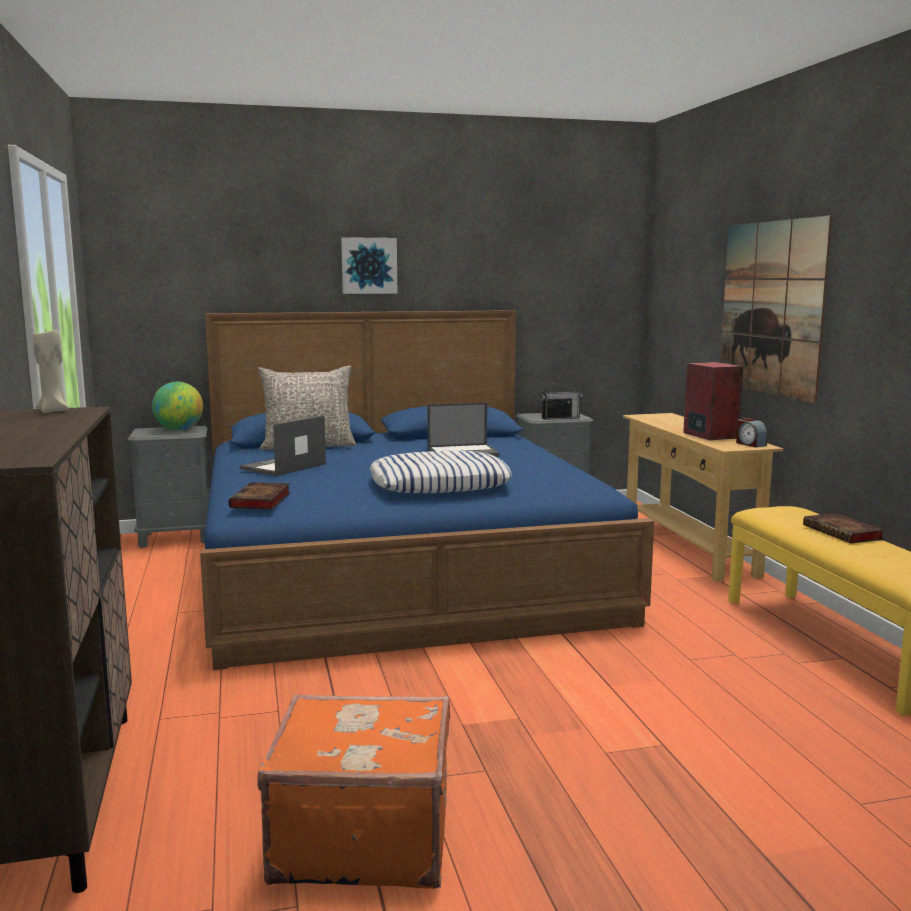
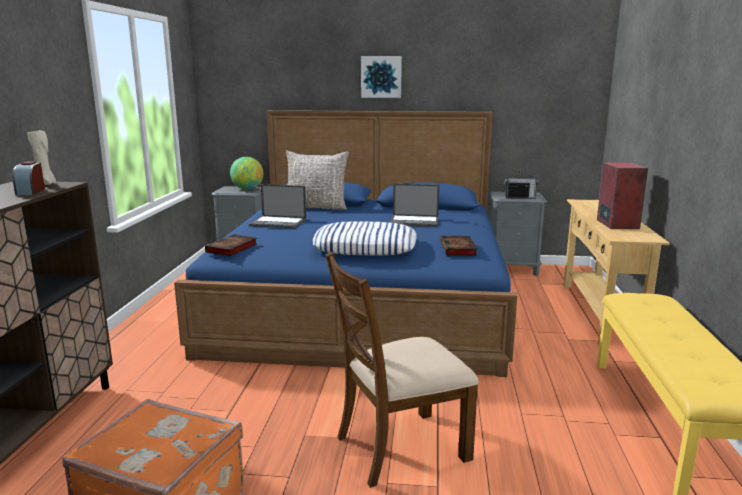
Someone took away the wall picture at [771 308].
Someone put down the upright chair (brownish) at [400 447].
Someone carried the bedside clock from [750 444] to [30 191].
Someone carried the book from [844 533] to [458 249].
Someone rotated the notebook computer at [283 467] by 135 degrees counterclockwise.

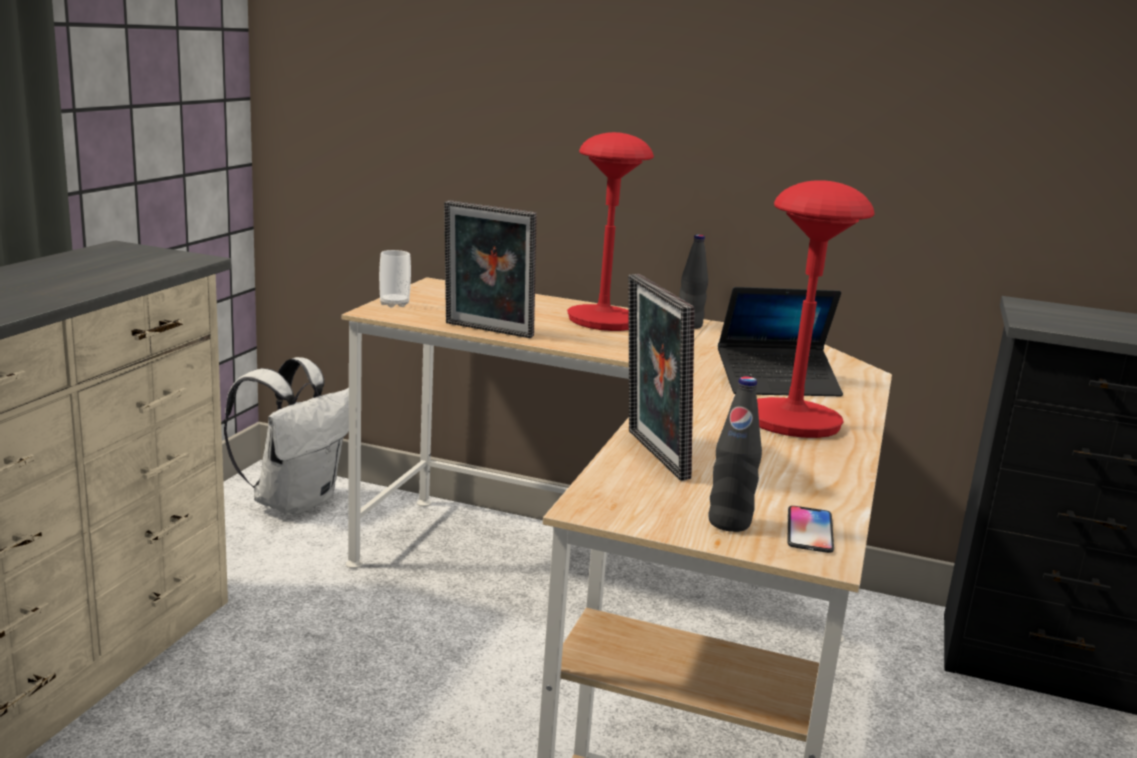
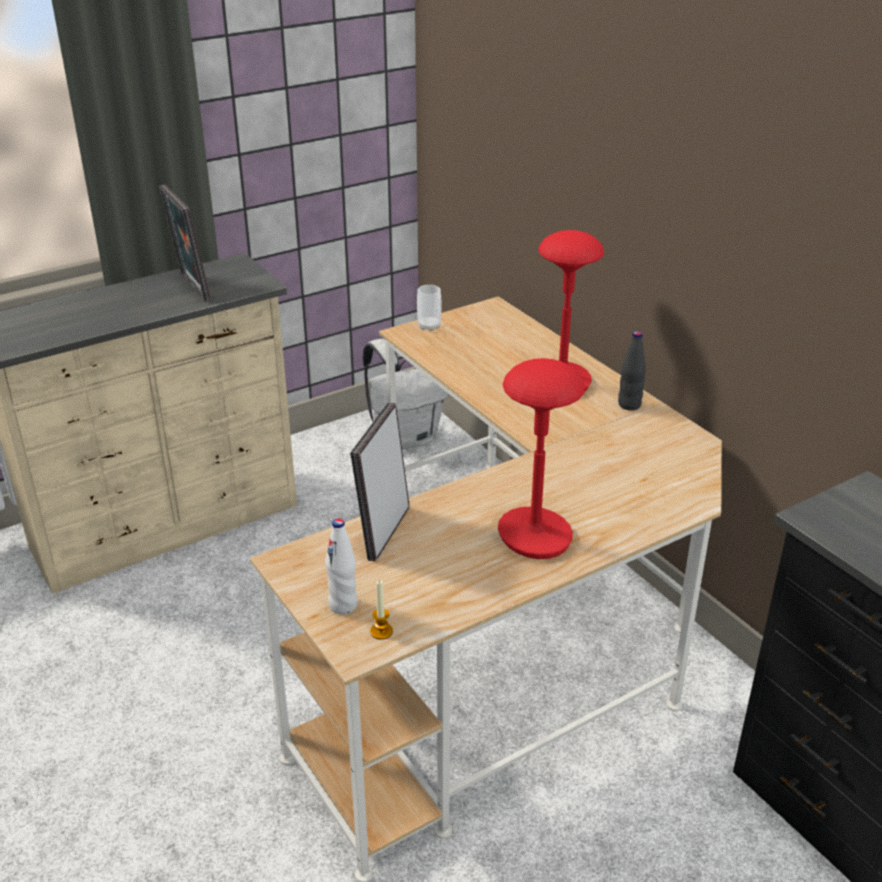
Someone took away the notebook computer at [777 383].
Someone carried the photo frame from [486 331] to [191 288].
Someone swapped the handset at [809 531] for the wax candle at [381 631].
Someone repainted the drink bottle (black-coloured) at [729 523], which became the drink bottle (white) at [343 605].

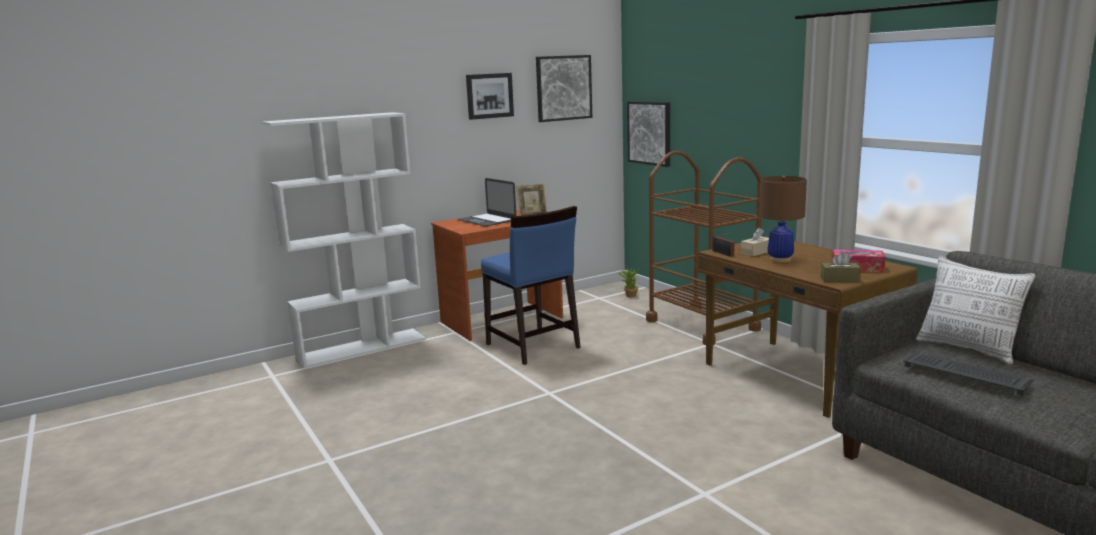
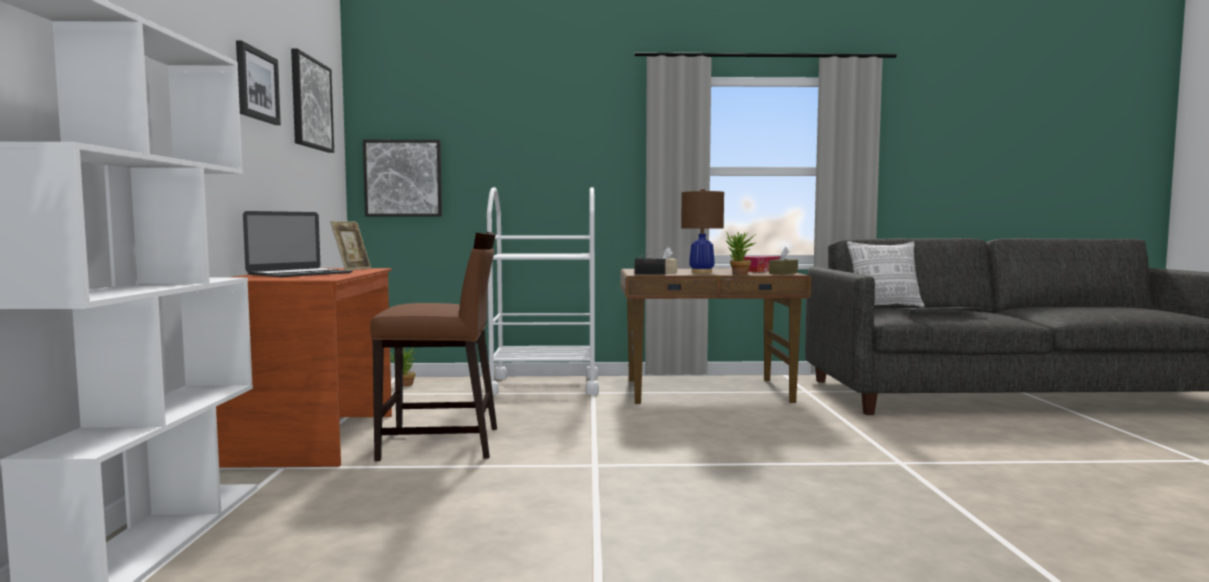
Someone put down the plant in a pot at [739 274].
Someone repainted the upright chair (bluish) at [532 346], which became the upright chair (brownish) at [441 444].
Someone repainted the trolley (brownish) at [702 325], which became the trolley (white) at [544 385].
Someone rotated the notebook computer at [487 220] by 45 degrees counterclockwise.

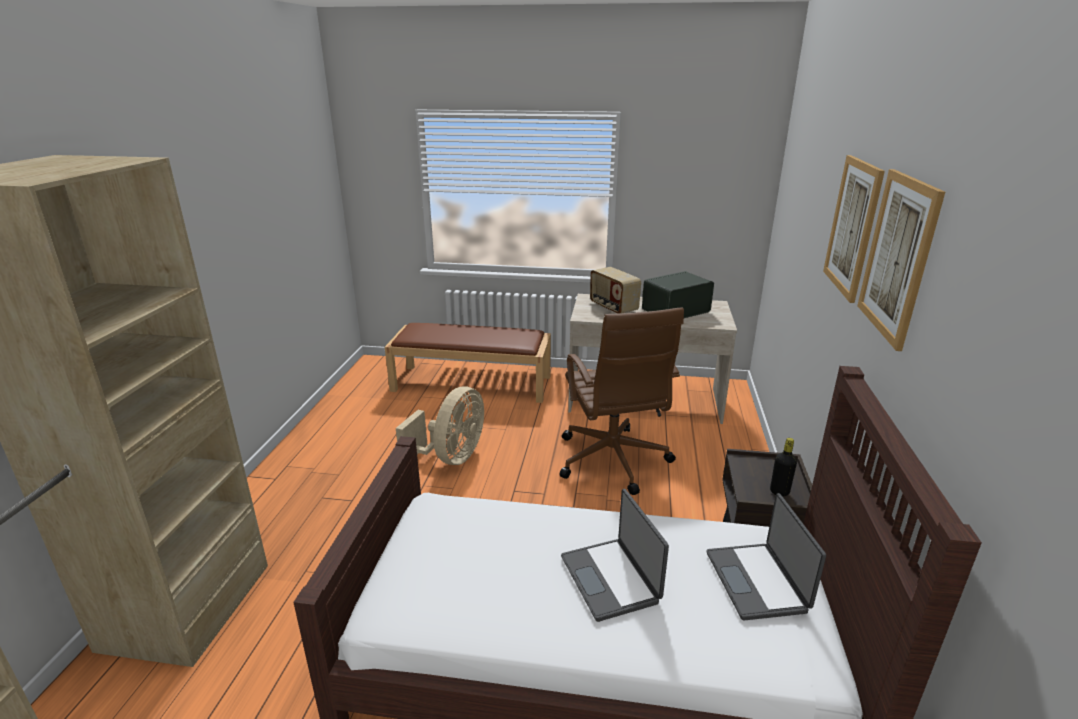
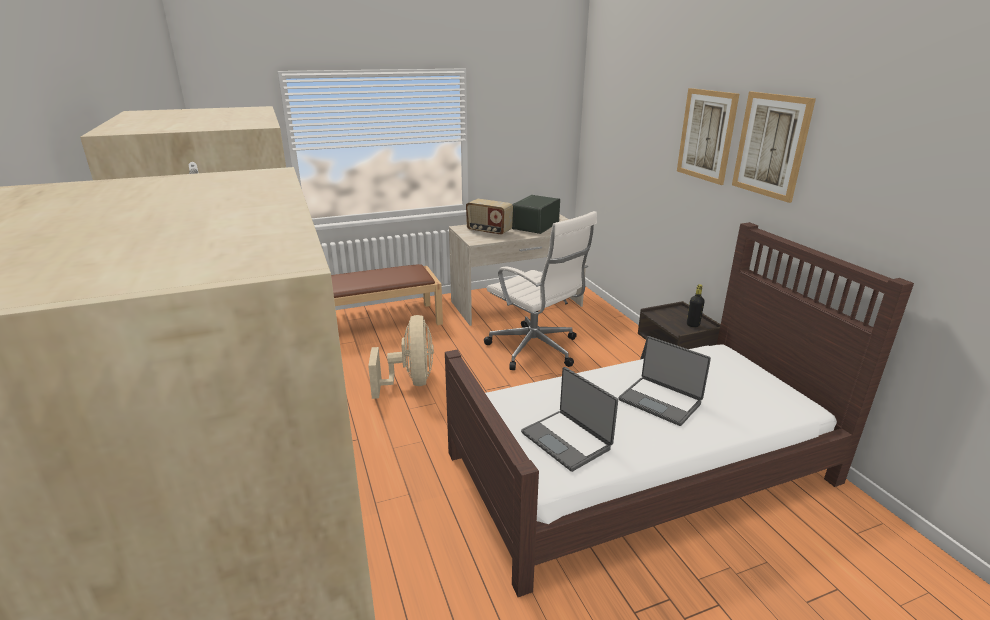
Someone carried the notebook computer from [758 582] to [567 440].
Someone repainted the office chair (brownish) at [613 462], which became the office chair (white) at [535 350].

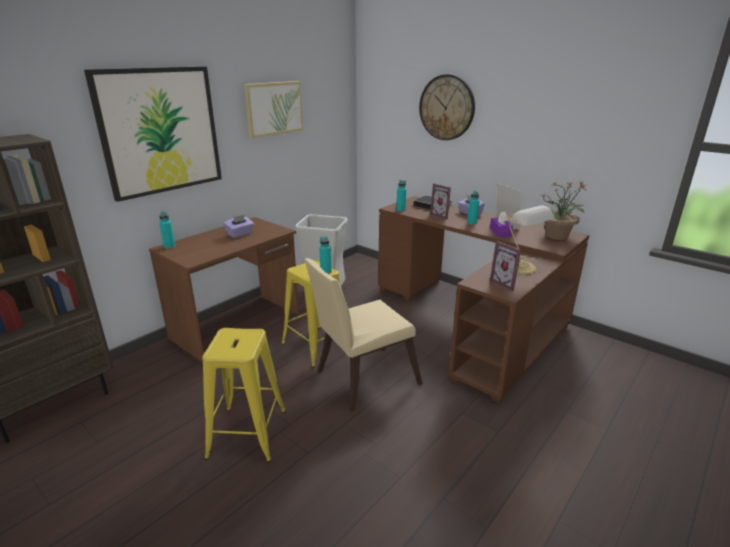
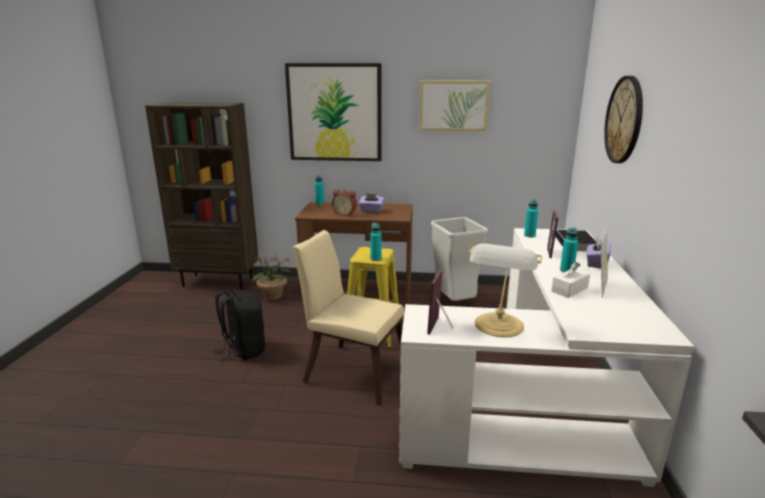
Someone put down the bedside clock at [345 214].
Someone carried the plant in a pot from [557 236] to [273 296].
Someone swapped the stool (yellowish) at [247 433] for the rucksack (black-coloured) at [243 350].
Someone repainted the desk (brownish) at [474 320], which became the desk (white) at [541 401].
Someone repainted the tissue holder (purple) at [500 232], which became the tissue holder (white) at [569 290].

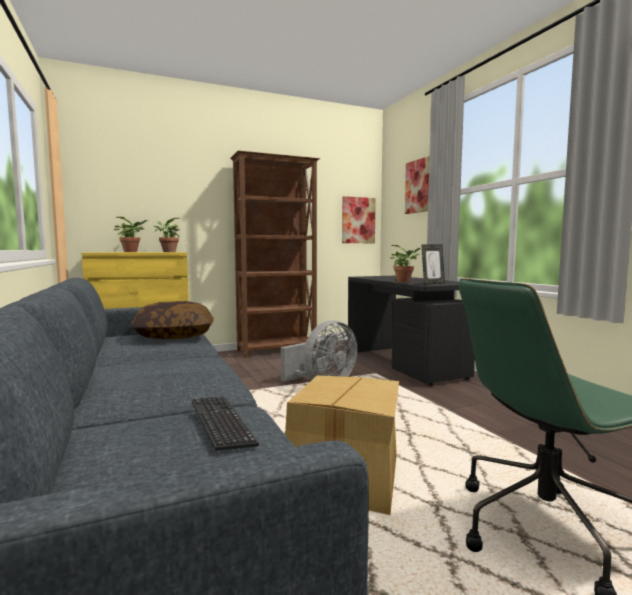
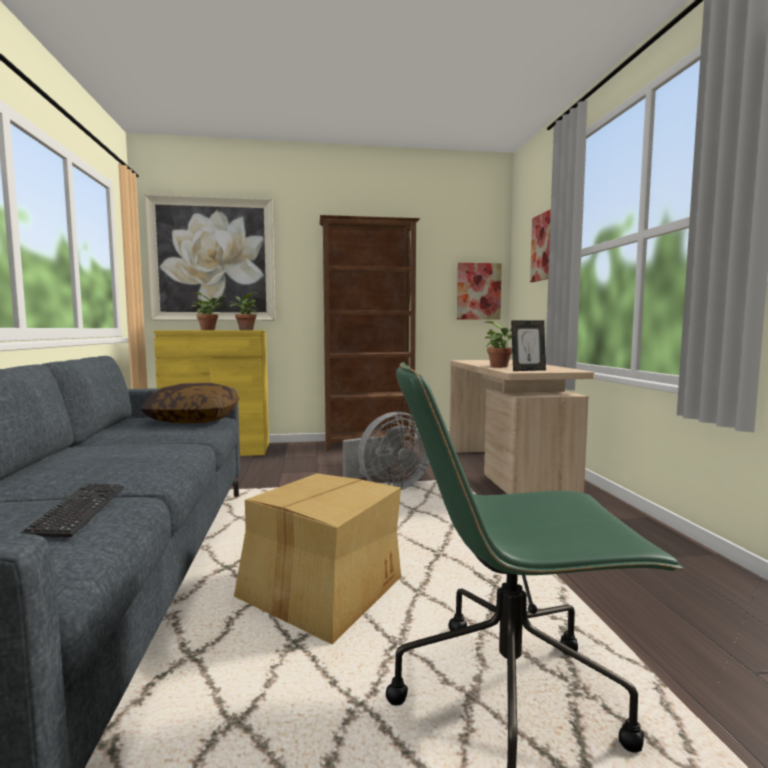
Someone put up the wall picture at [212 260].
Someone repainted the desk (black-coloured) at [405 364], which became the desk (sand-coloured) at [509 471].

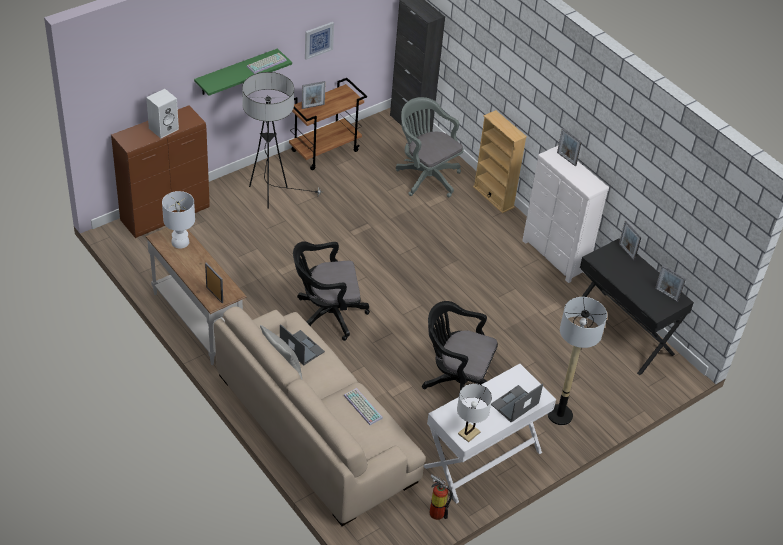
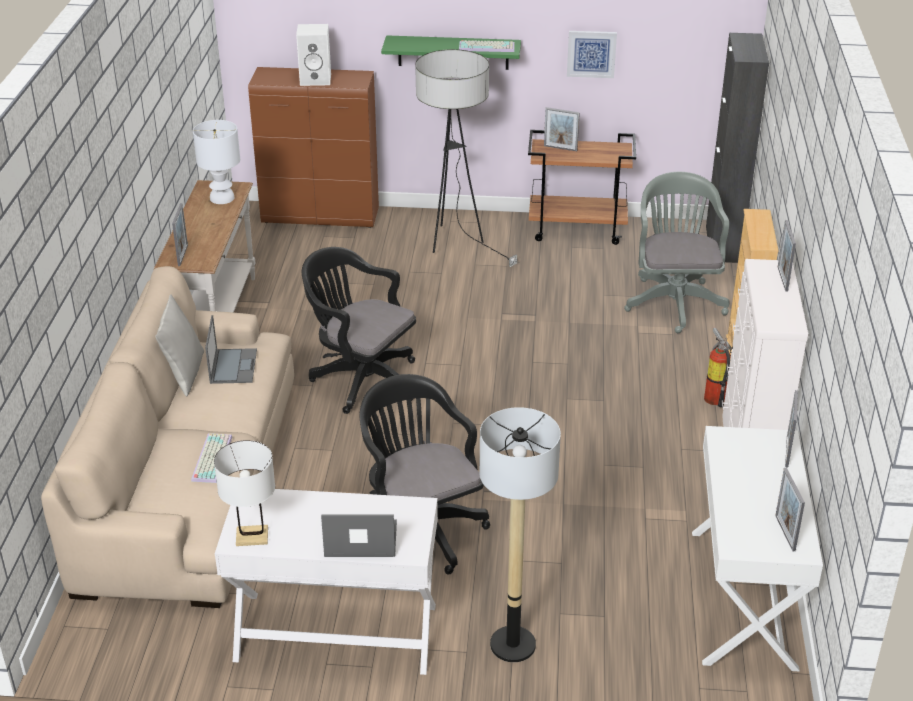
Someone carried the fire-fighting cylinder from [436 511] to [715 397].
Someone repainted the desk (black-coloured) at [622 332], which became the desk (white) at [744 598].

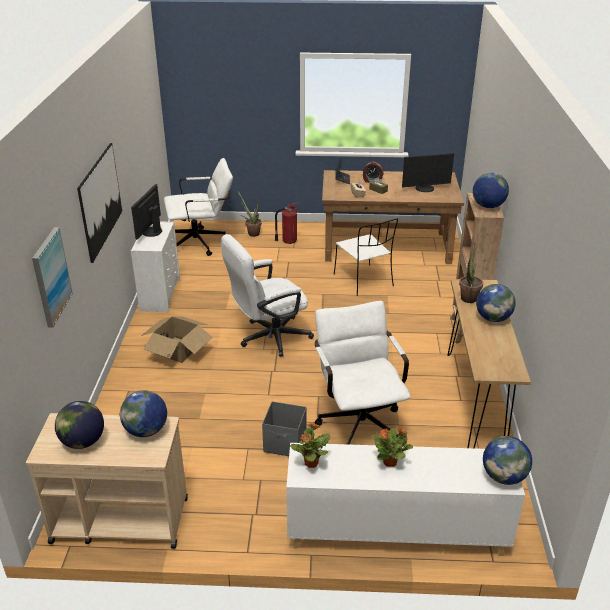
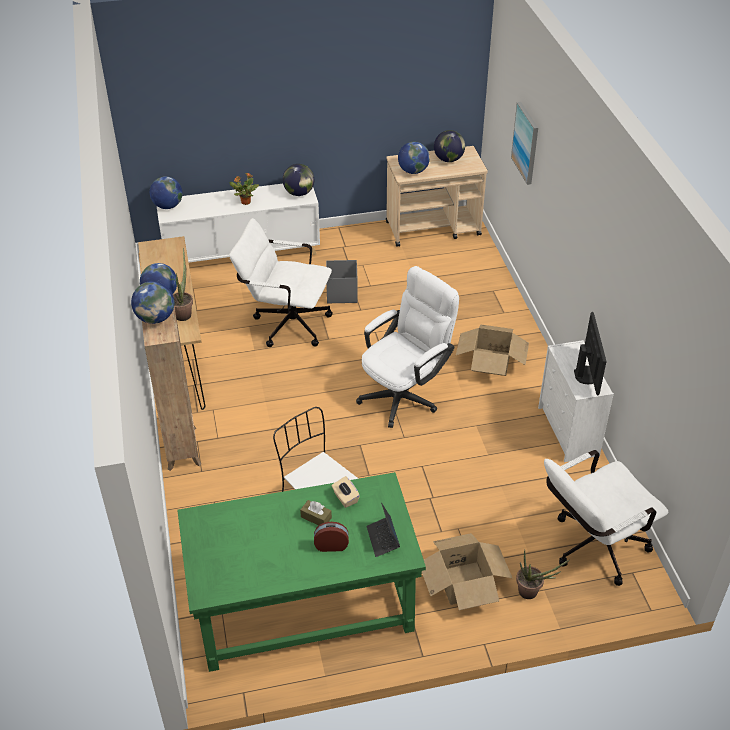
Someone took away the wall picture at [100 200].
Someone took away the computer screen at [425 189].
Someone swapped the fire-fighting cylinder at [288 241] for the carton at [463 583].
Someone swapped the plant in a pot at [311 463] for the desk globe at [299 193].
Someone repainted the desk (brownish) at [386 246], which became the desk (green-coloured) at [303 605].
Someone rotated the office chair (white) at [358 420] by 135 degrees clockwise.

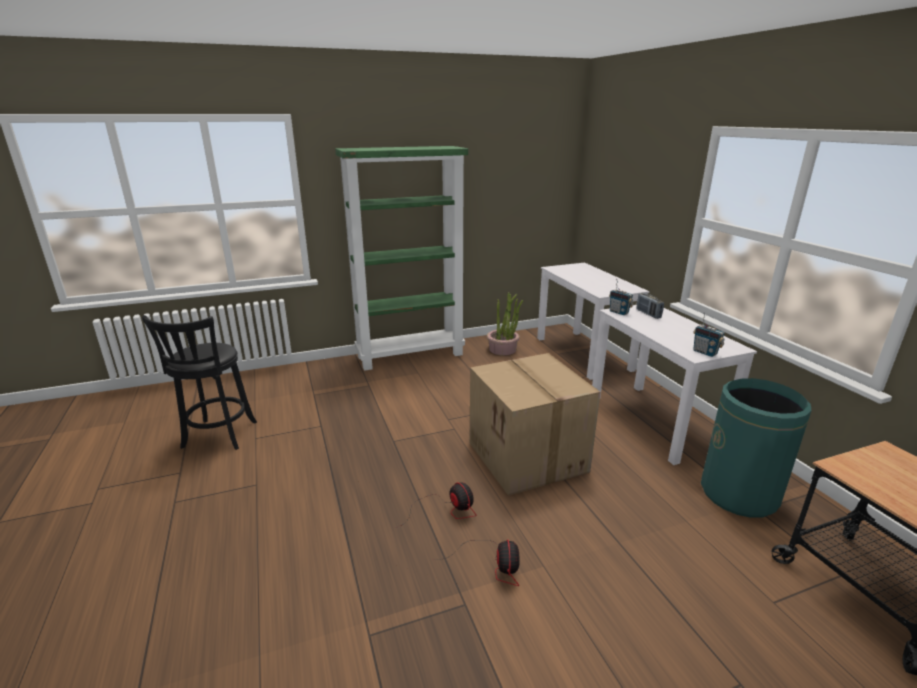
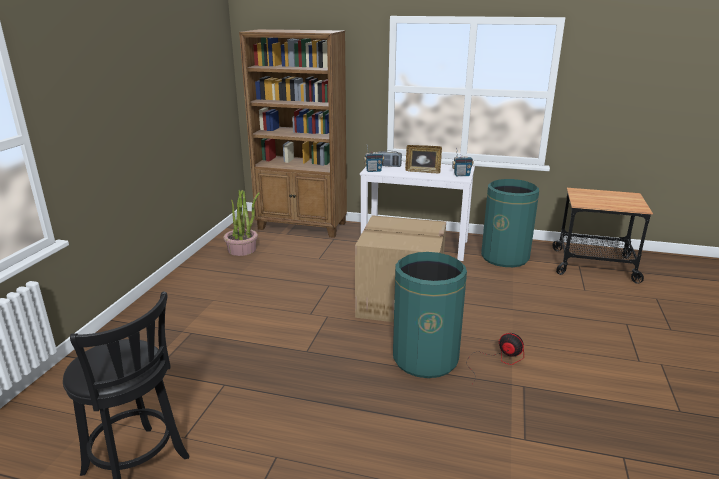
Someone took away the bookshelf (green-coloured) at [411 355].
Someone put down the photo frame at [423 171].
Someone swapped the fan at [446 510] for the trash can (green-coloured) at [425 358].
Someone swapped the desk (white) at [583 354] for the bookshelf (brownish) at [302 226].

